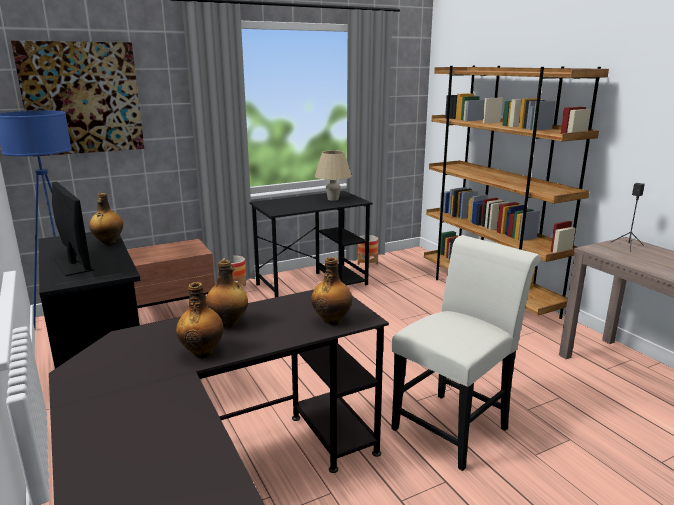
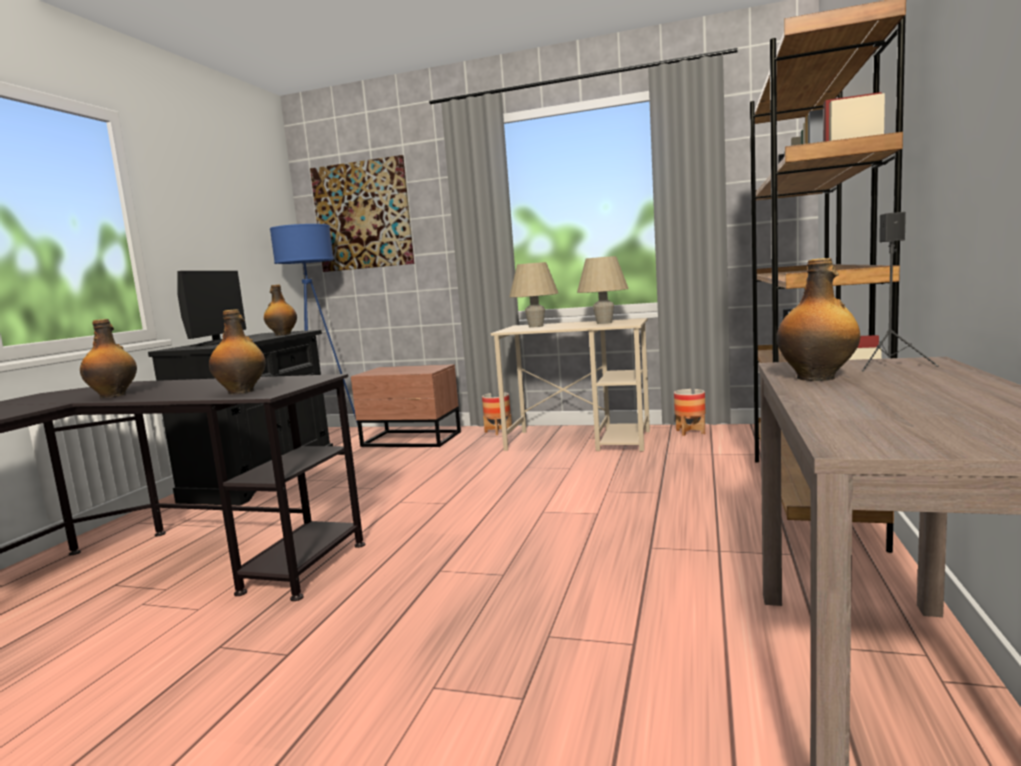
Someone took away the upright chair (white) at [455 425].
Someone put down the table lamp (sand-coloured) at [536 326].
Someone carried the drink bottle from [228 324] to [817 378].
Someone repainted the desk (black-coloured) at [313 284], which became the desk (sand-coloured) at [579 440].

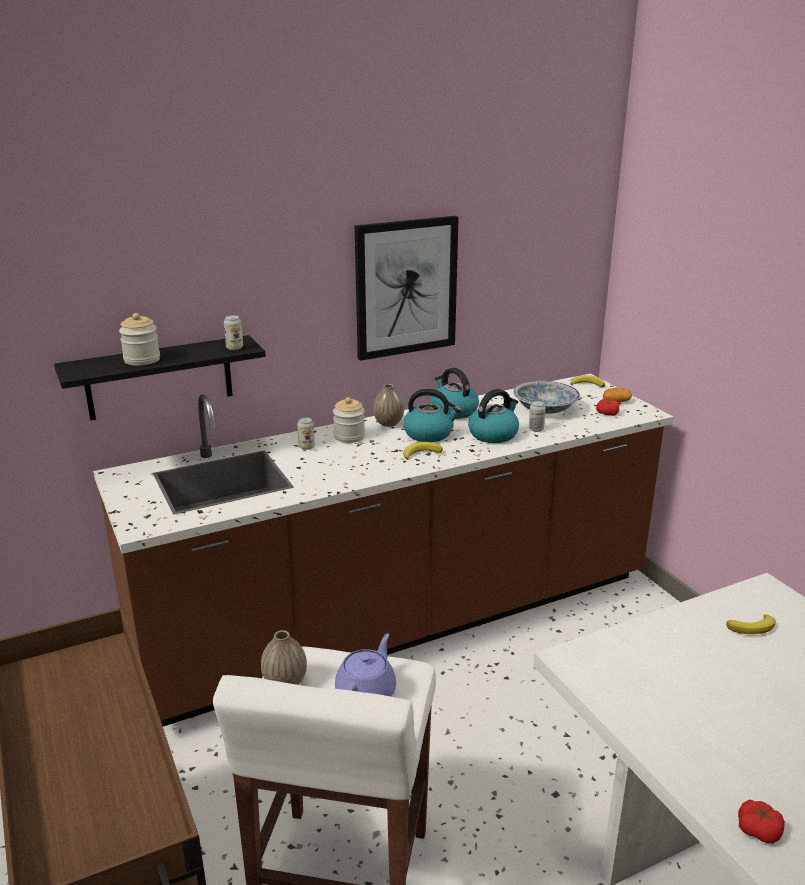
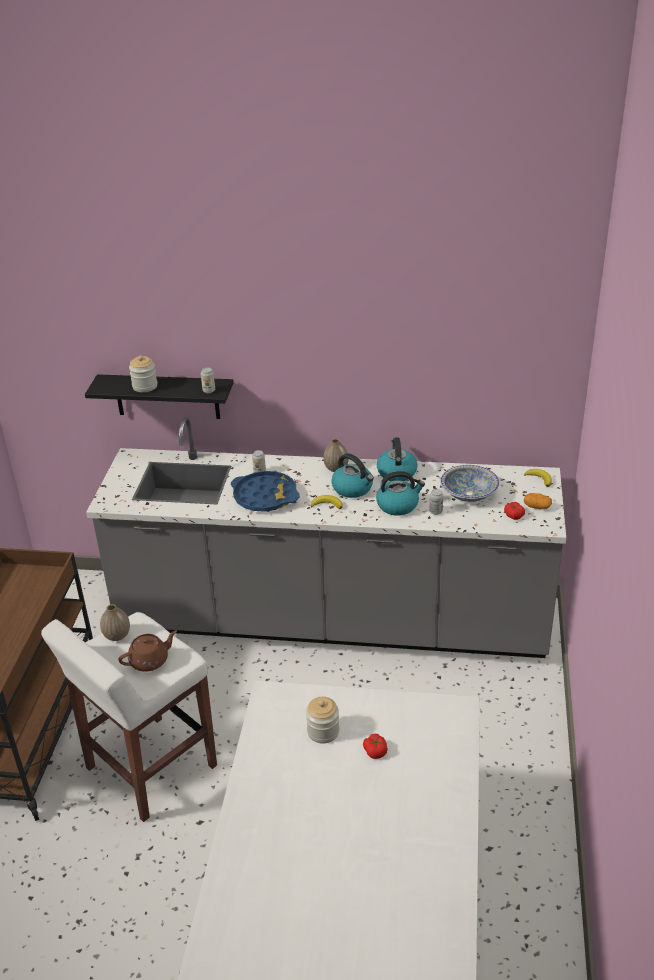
Someone took away the wall picture at [406 287].
Someone took away the banana fruit at [753 628].
Someone put down the carrying tray (bluish) at [265 496].
Someone carried the jar from [349 436] to [323 731].
Someone carried the whole tomato from [758 830] to [375 751].
Someone repainted the kitchen counter (brownish) at [402 624], which became the kitchen counter (greyish) at [332 623].
Someone repainted the tea pot (purple) at [367 692], which became the tea pot (brownish) at [150 661].

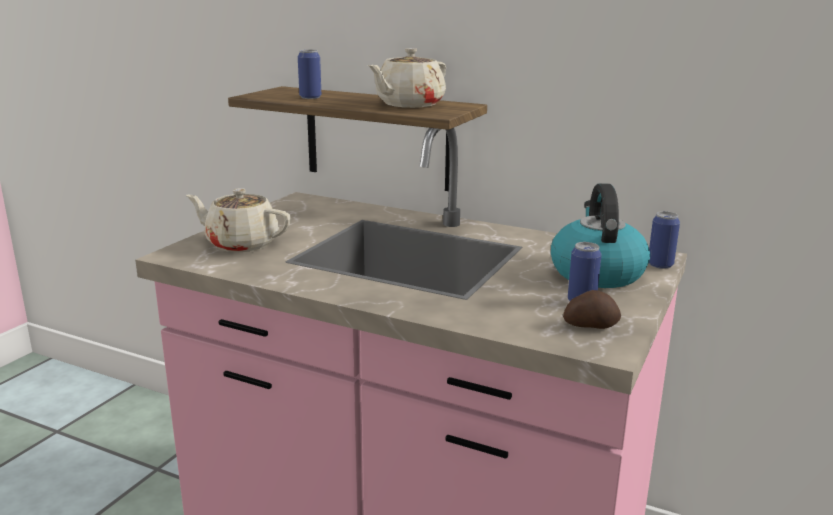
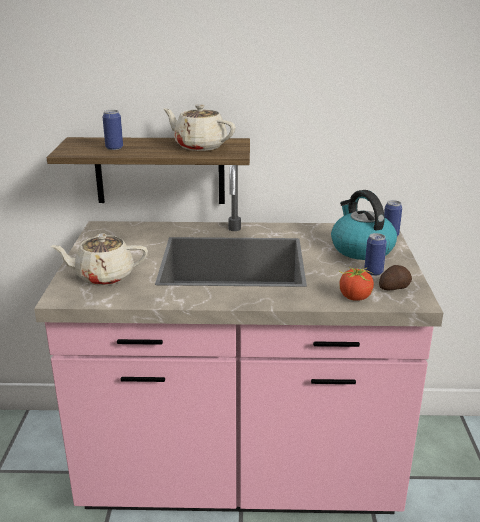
Someone put down the whole tomato at [354 297].
Someone rotated the tea pot (sand-coloured) at [409 104] by 105 degrees clockwise.

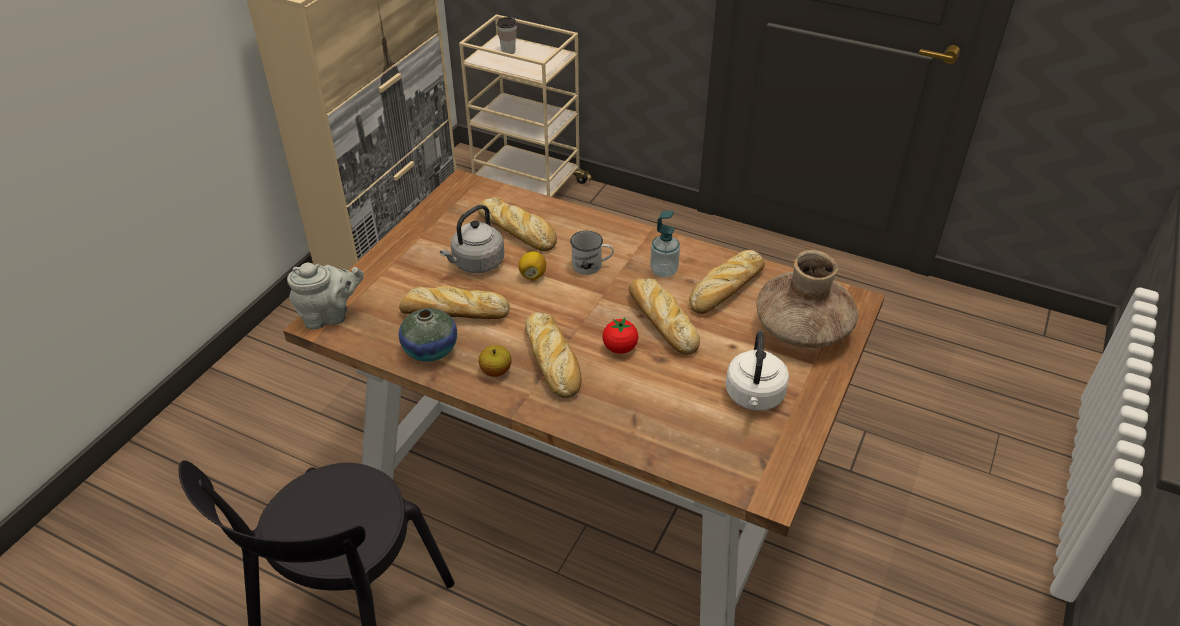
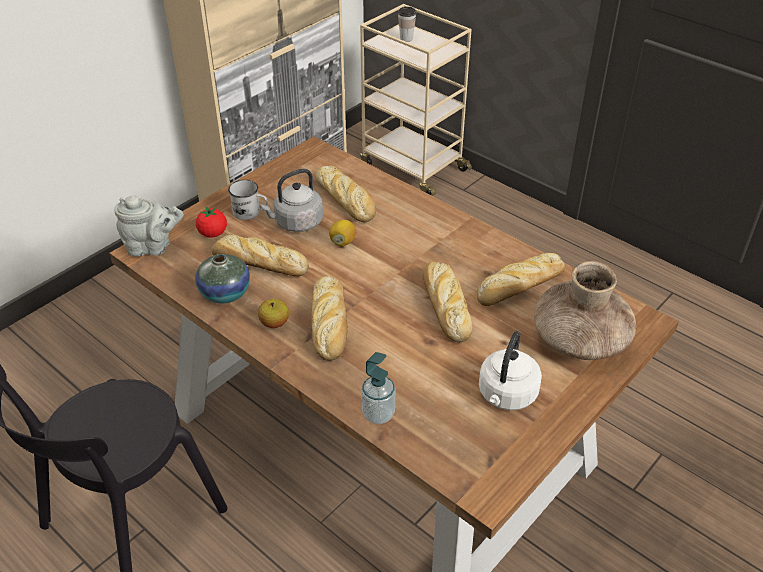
Someone carried the coffee mug (white) from [591 265] to [250 213].
Someone carried the whole tomato from [620 348] to [213 233].
Someone carried the liquid soap bottle from [664 271] to [378 414].

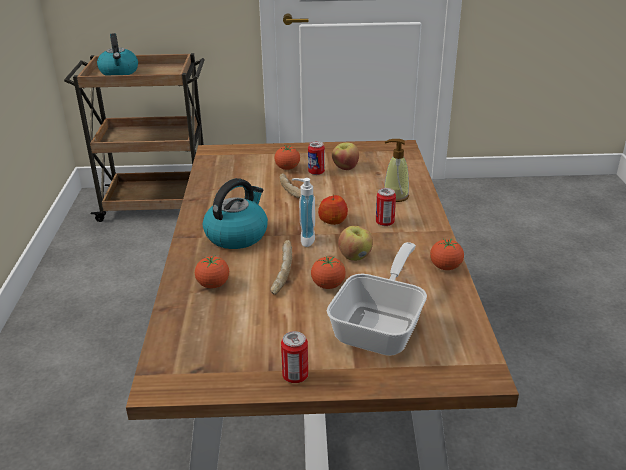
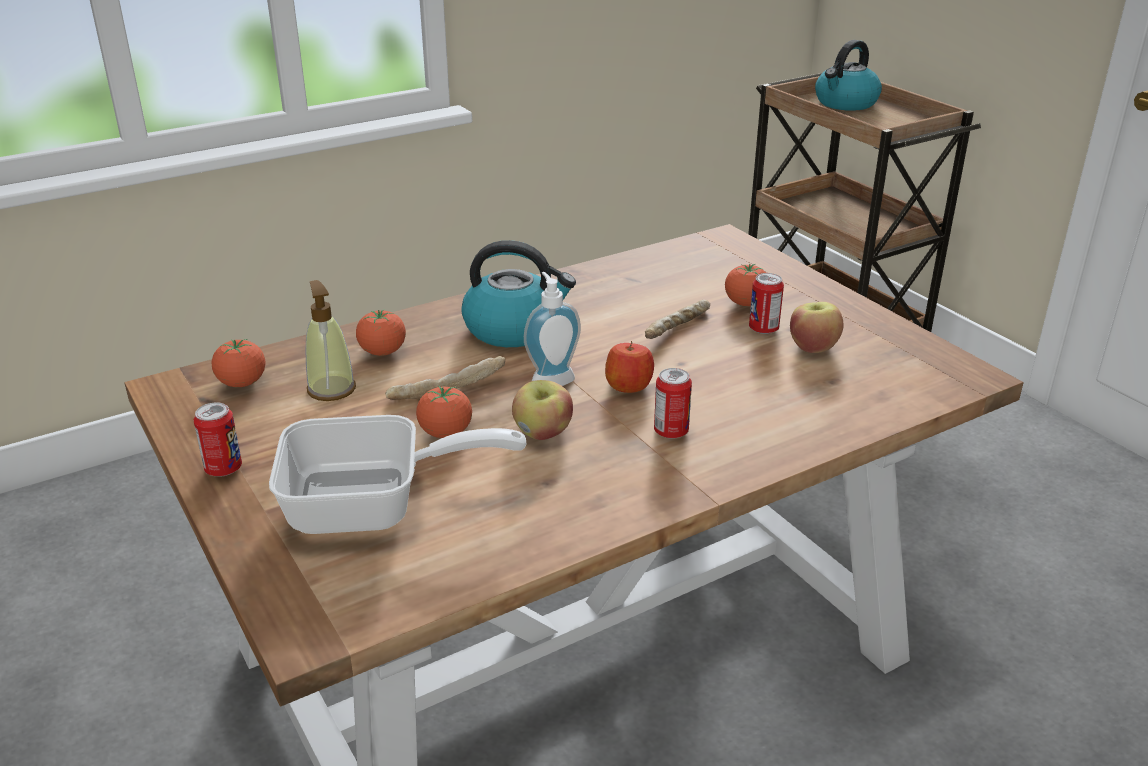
Someone carried the liquid soap bottle from [395 196] to [331 389].
Someone carried the whole tomato from [445 267] to [242 383].

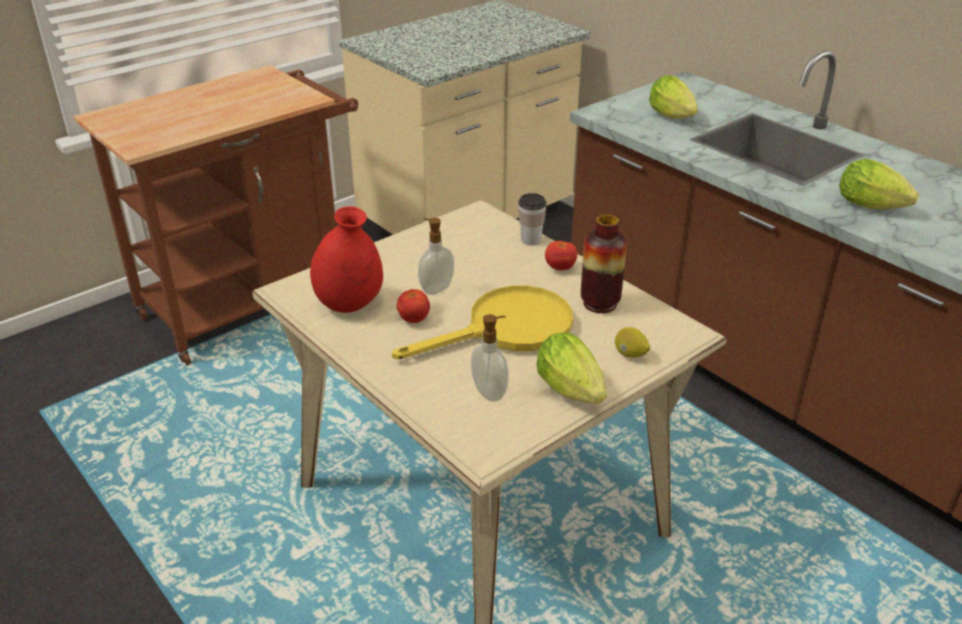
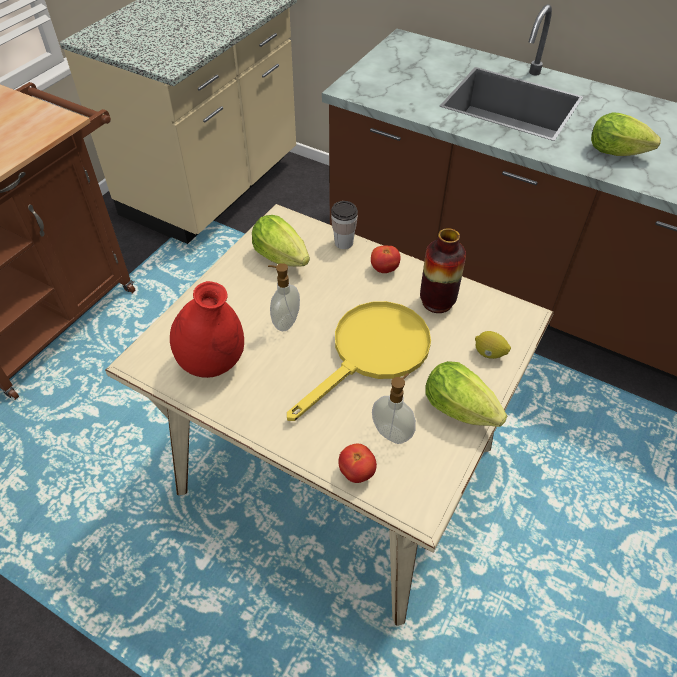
Someone carried the whole tomato from [414 319] to [357 472].
Someone carried the lettuce from [674 118] to [284 259].

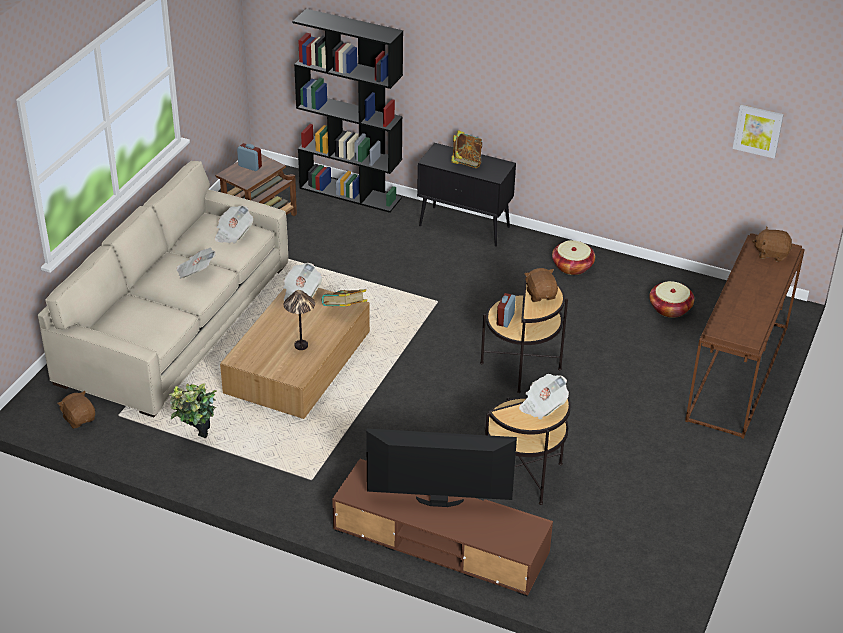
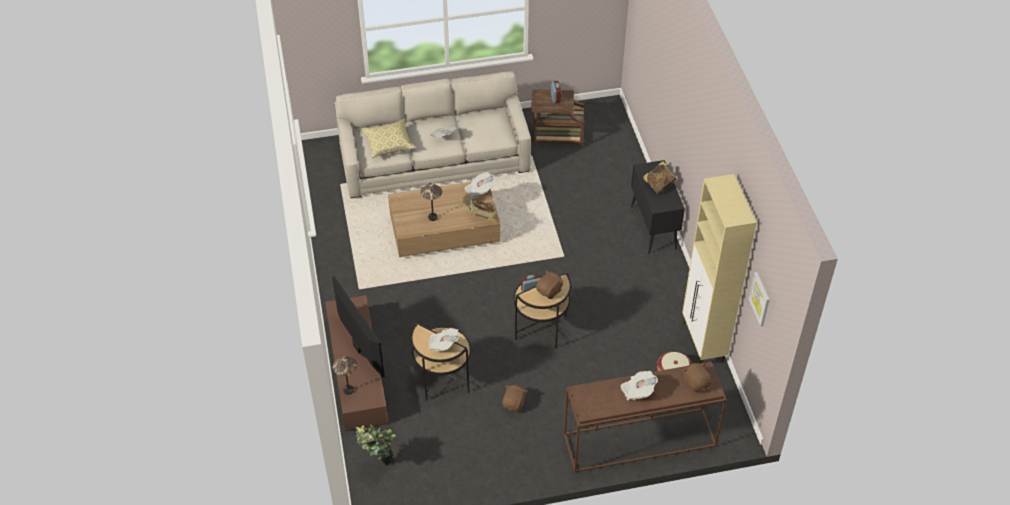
Someone took away the bookshelf (black-coloured) at [351 193].
Someone took away the storage basket at [572 267].
Someone put down the table lamp at [348 390].
Someone put down the pillow at [388 144].
Someone put down the storage cabinet (sand-coloured) at [703 343].
Someone carried the plush toy (brownish) from [79 419] to [514 403].
Someone carried the plant in a pot from [197 444] to [378 464].
Someone carried the printed paper from [233 234] to [637 390].

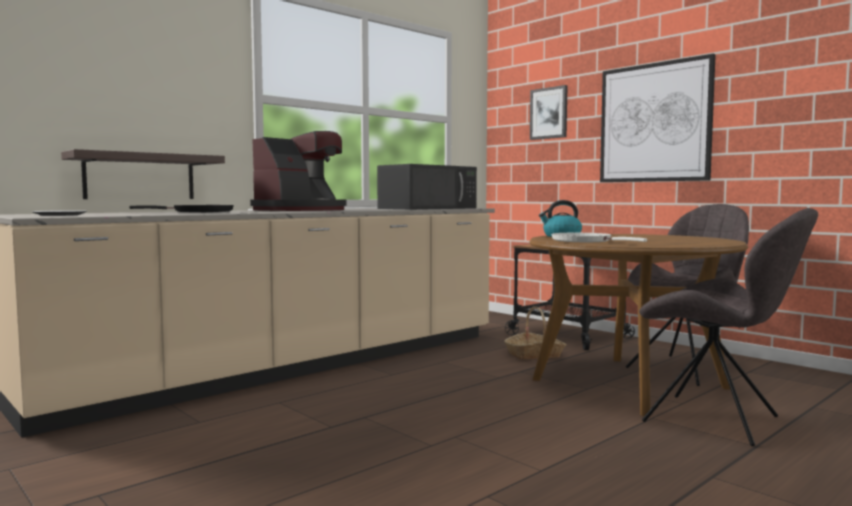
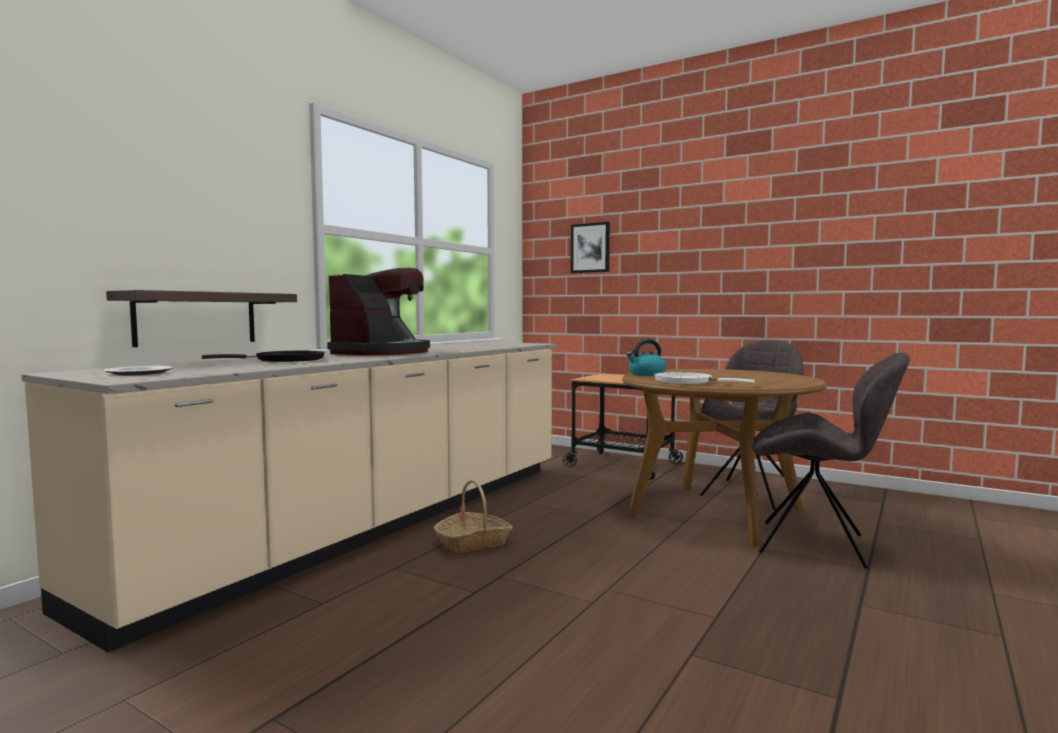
Someone took away the microwave (black-coloured) at [428 208].
Someone took away the wall picture at [654 123].
Someone carried the storage basket from [534 355] to [473 543].

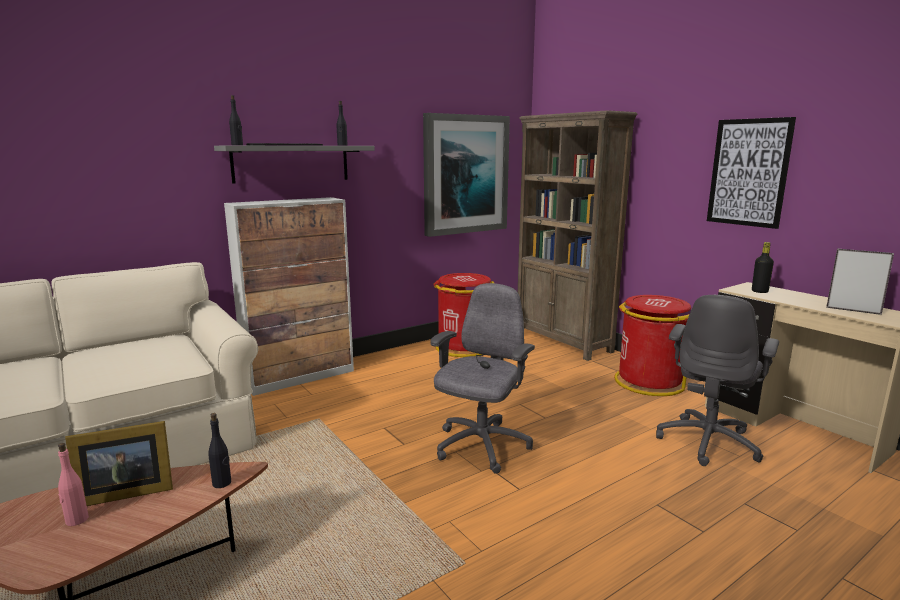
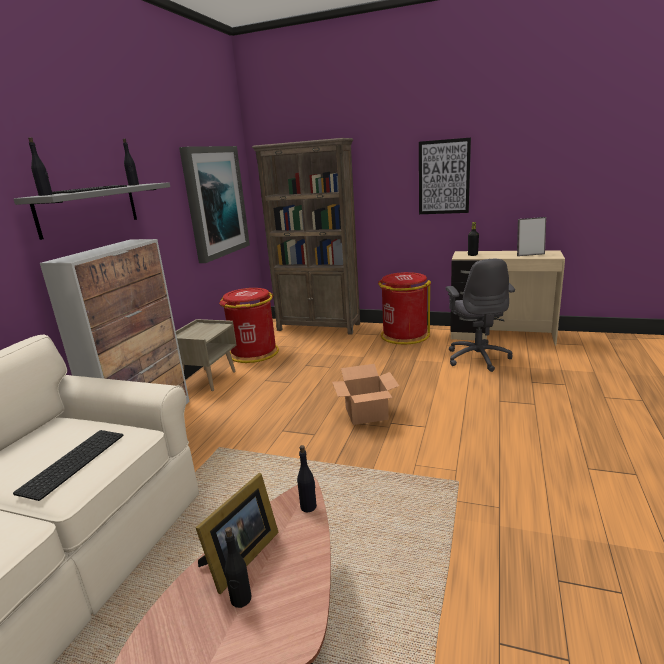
Someone put down the keyboard at [72 461].
Someone put down the night table (sand-coloured) at [208 379].
Someone swapped the office chair (greyish) at [480 447] for the carton at [367 413].
Someone repainted the drink bottle (pinkish) at [76 520], which became the drink bottle (black-coloured) at [241 599].

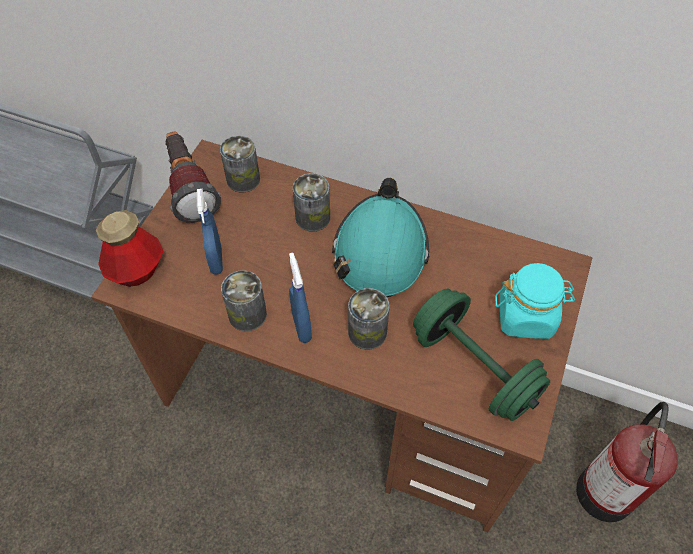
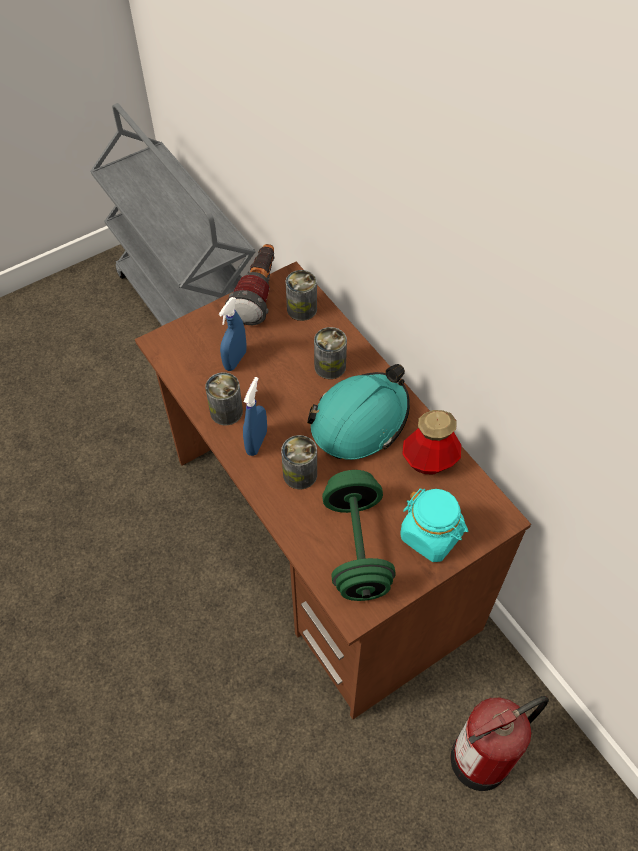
Someone carried the drink bottle from [137 271] to [429 461].

